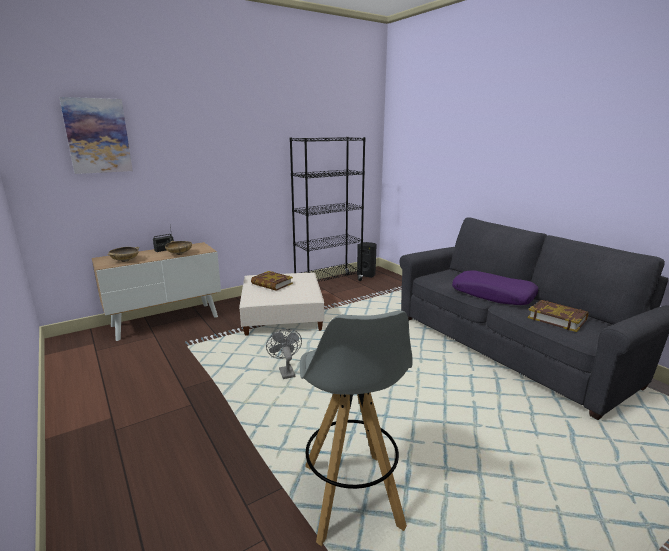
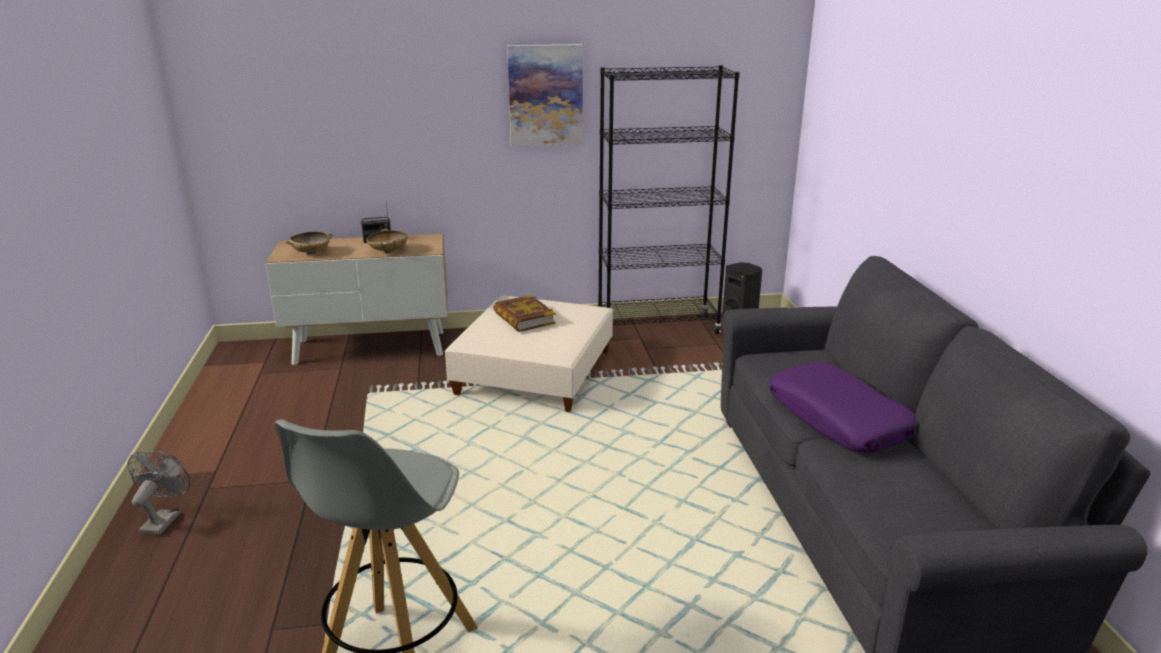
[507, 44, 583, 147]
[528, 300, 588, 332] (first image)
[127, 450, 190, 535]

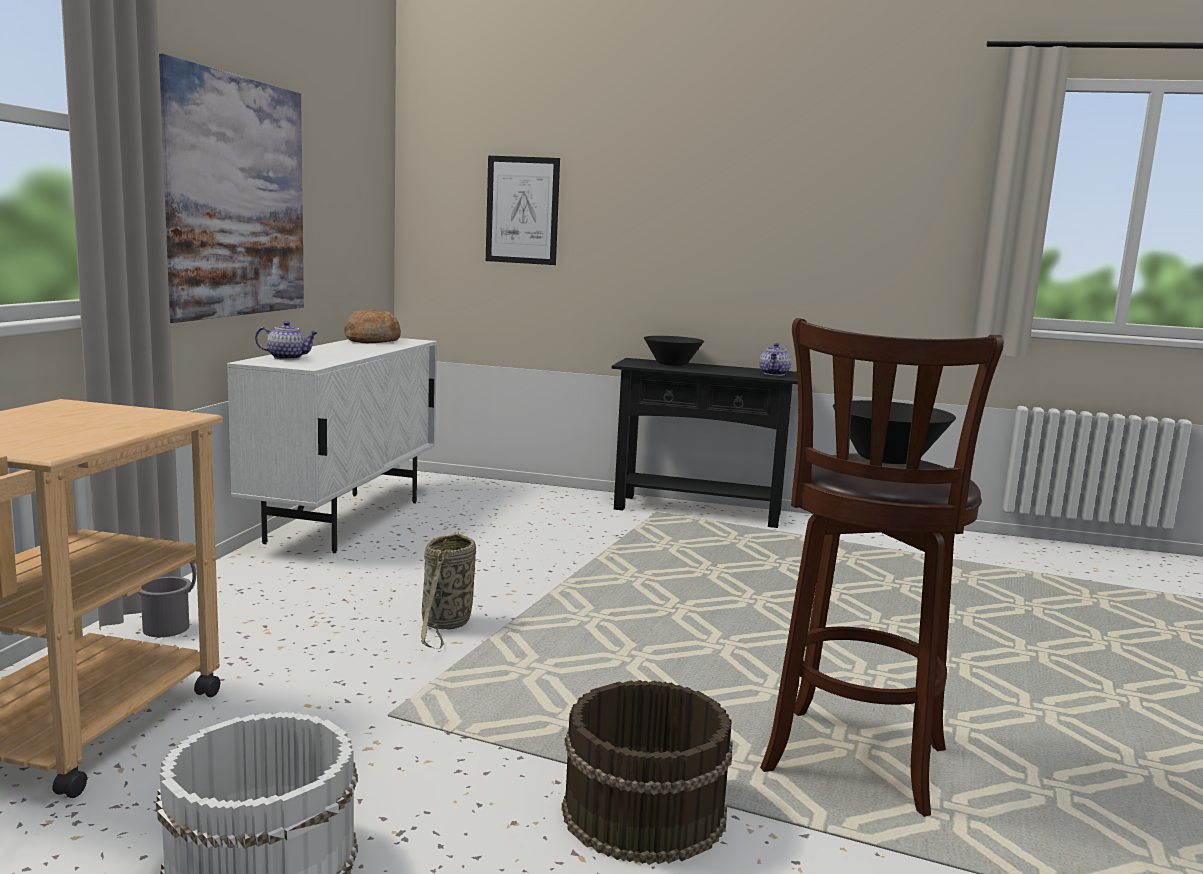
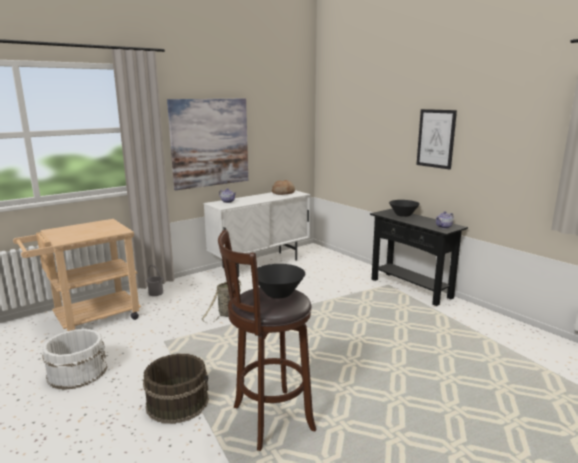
[416, 109, 457, 170]

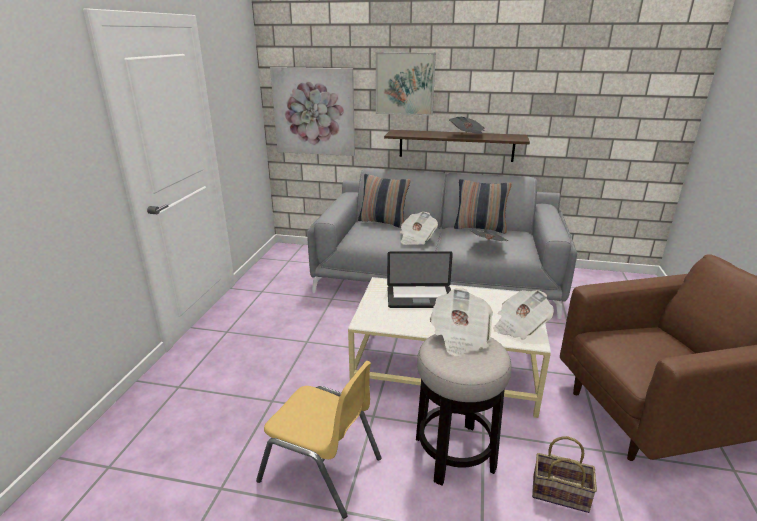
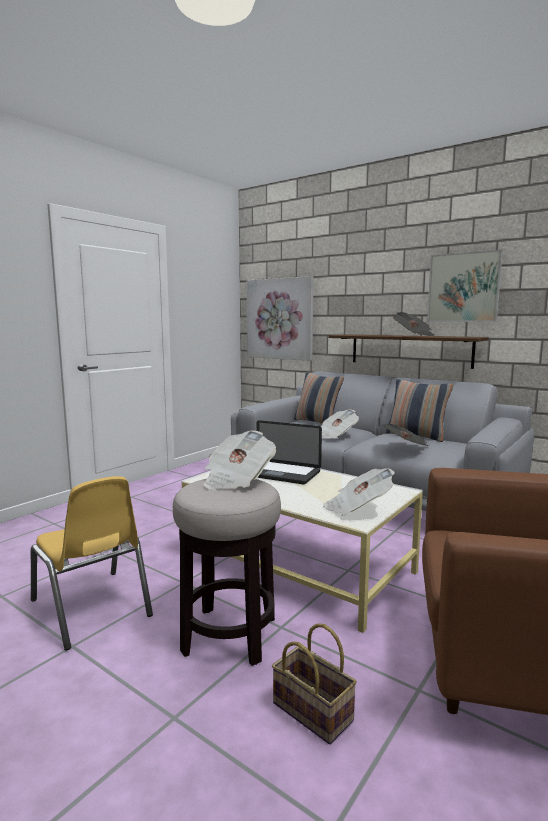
[427, 250, 503, 322]

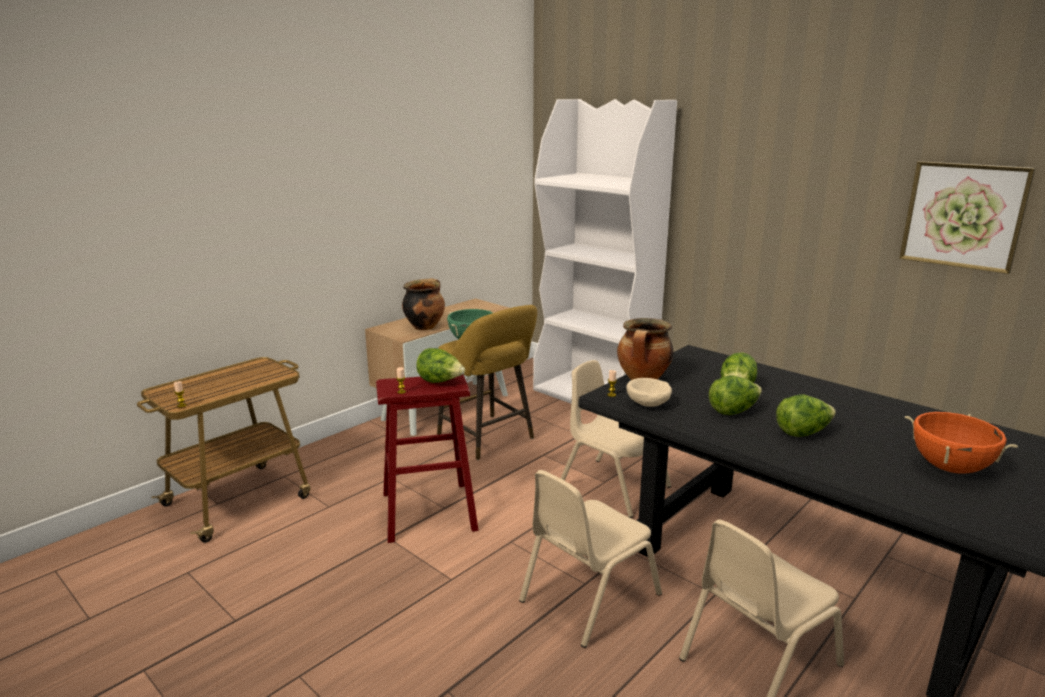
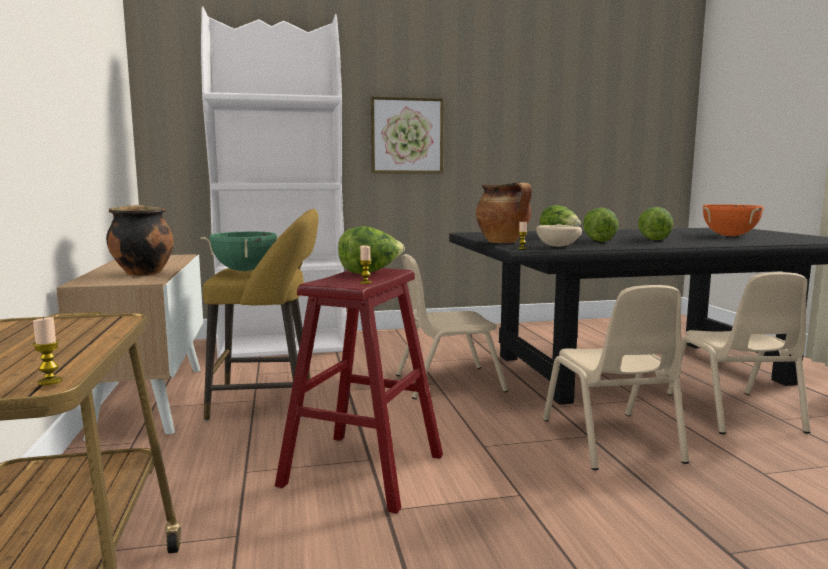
[371, 96, 444, 173]

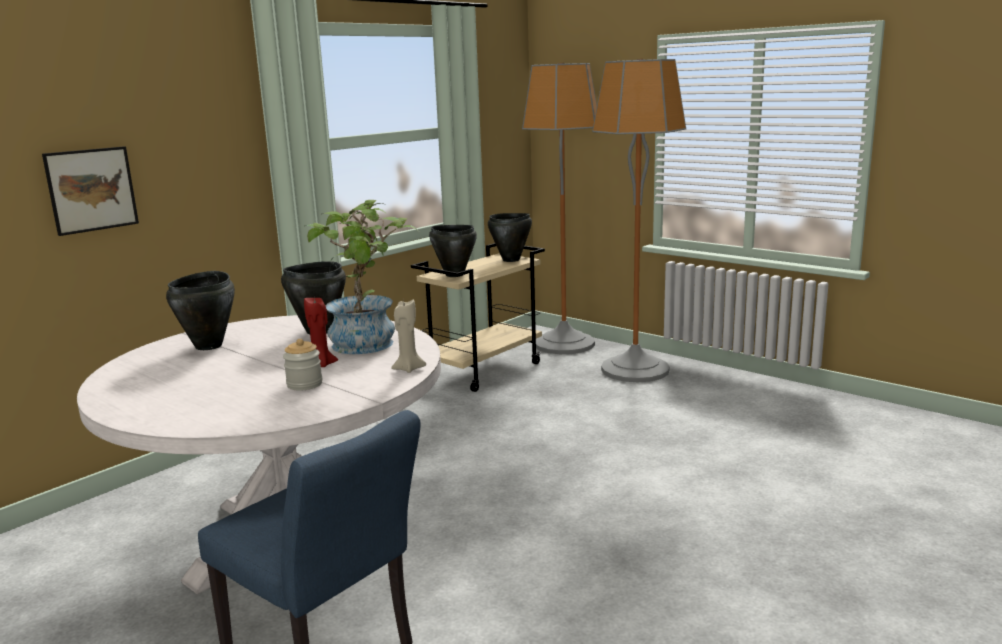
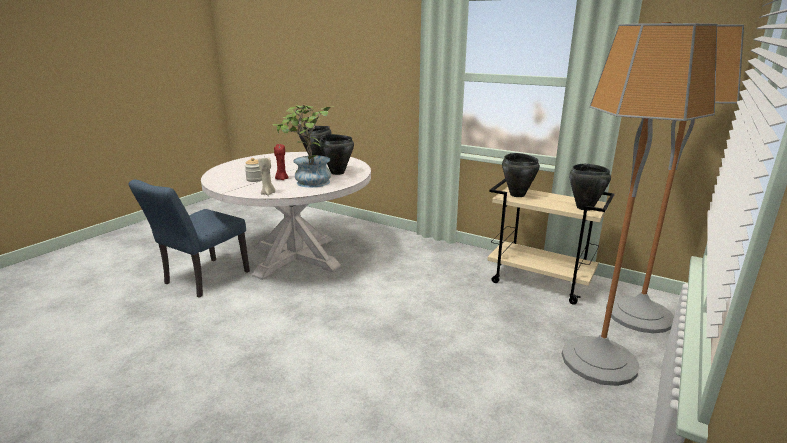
[42, 146, 139, 236] (first image)

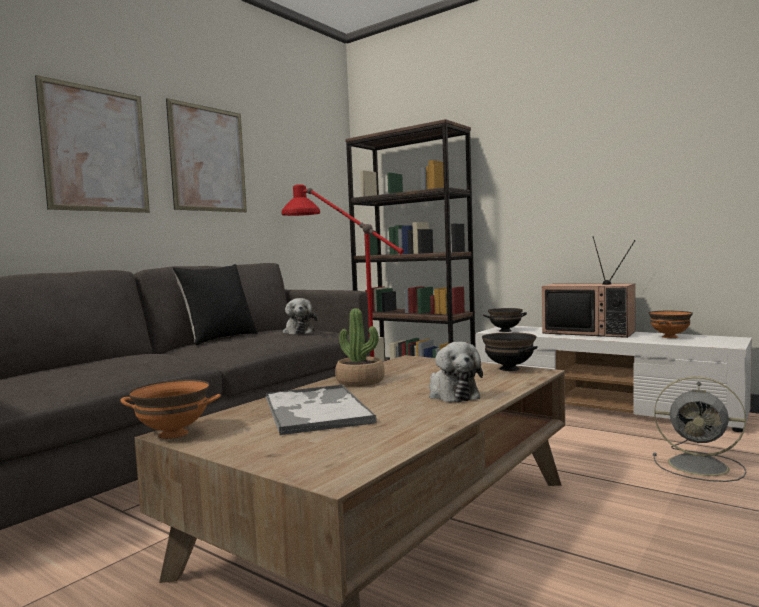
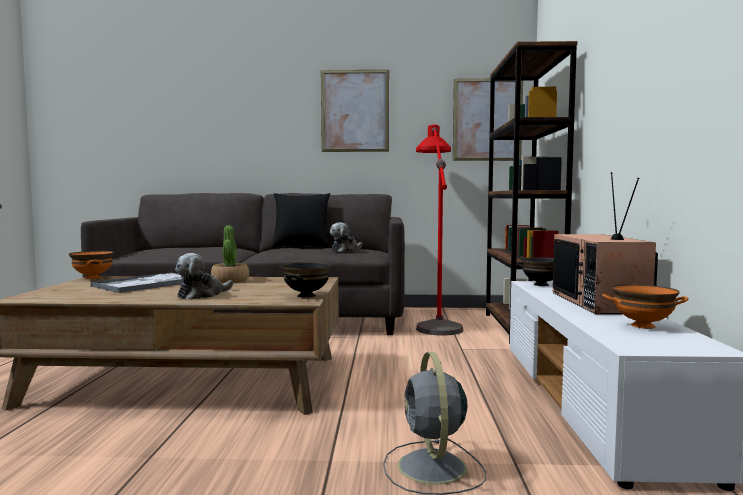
[453, 78, 523, 161]

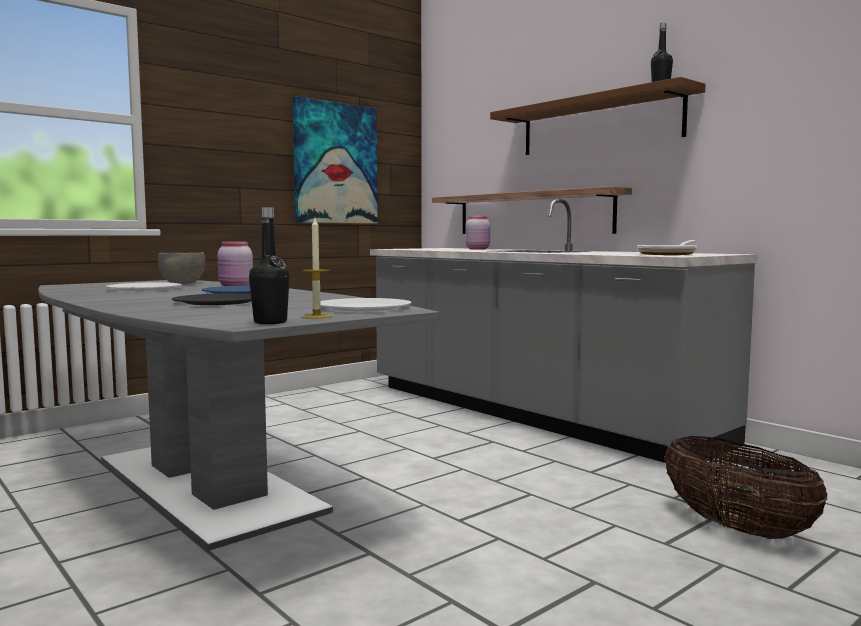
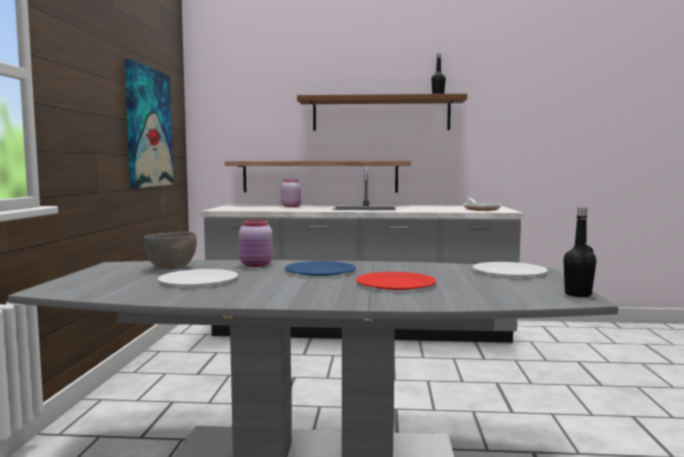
[301, 218, 332, 319] (first image)
[356, 272, 436, 290]
[664, 436, 828, 539] (first image)

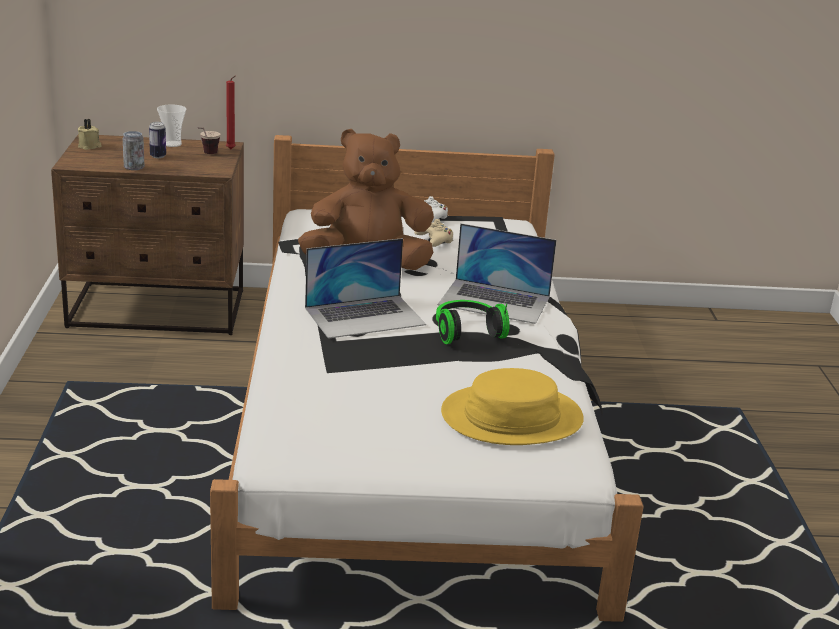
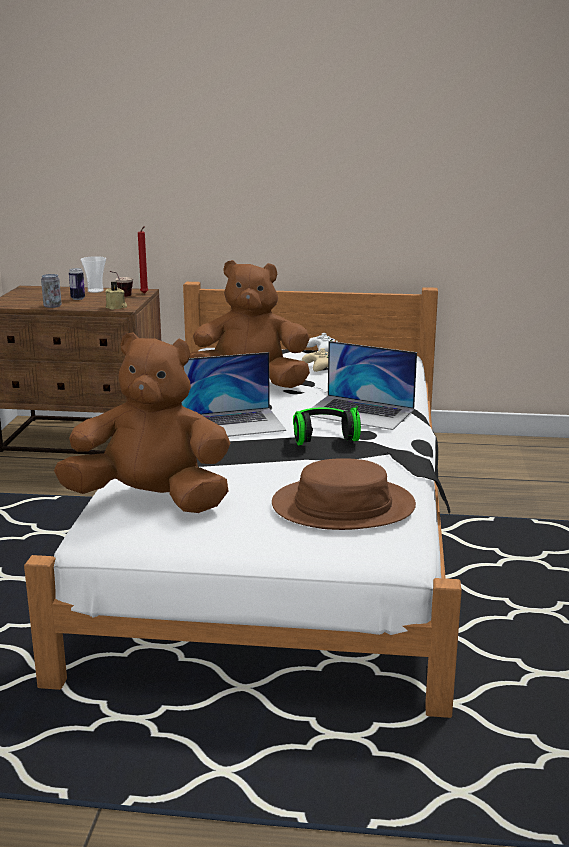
[105, 281, 127, 310]
[272, 458, 416, 530]
[54, 333, 230, 513]

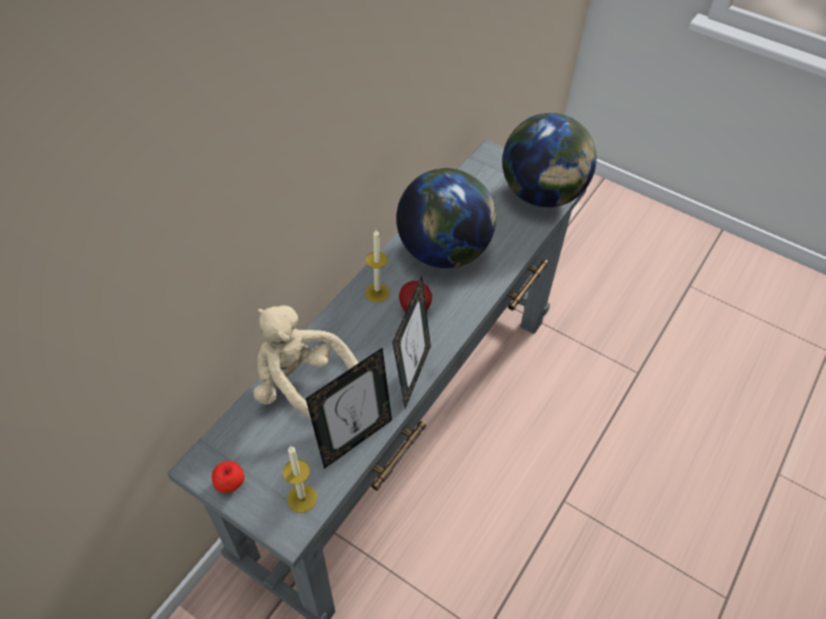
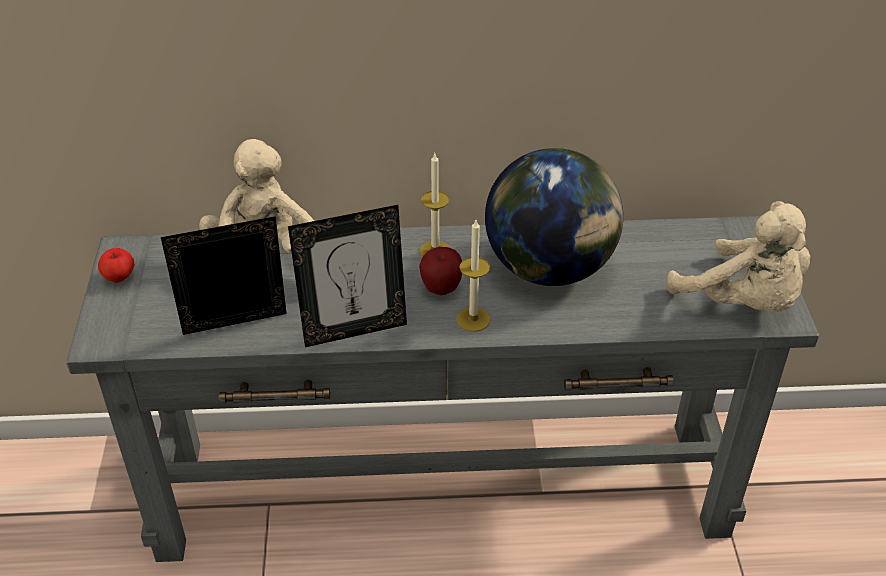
[666, 201, 810, 312]
[161, 216, 287, 335]
[456, 220, 491, 332]

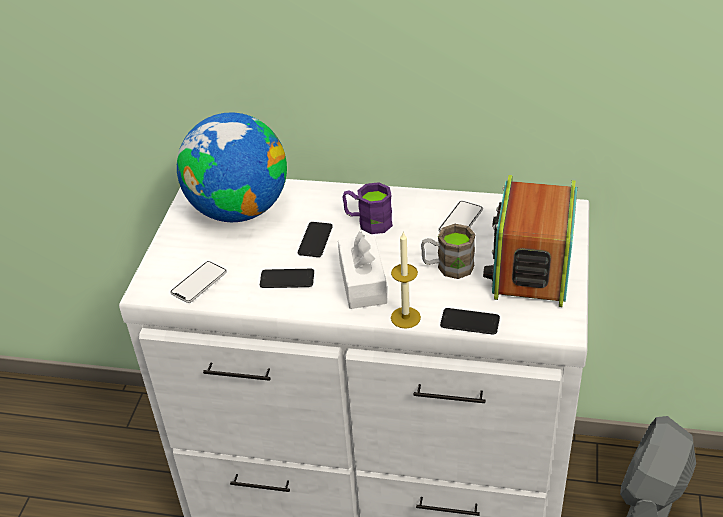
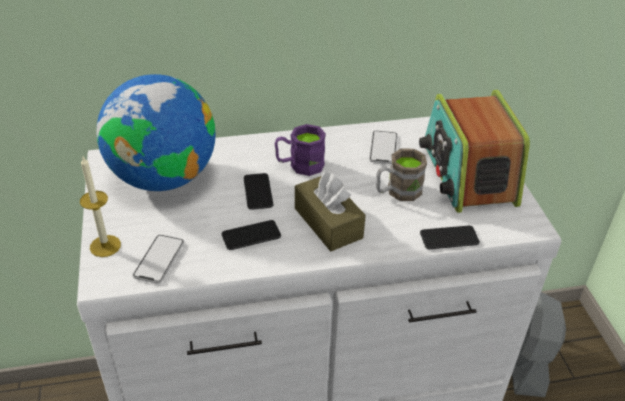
[80, 157, 121, 257]
[295, 172, 366, 251]

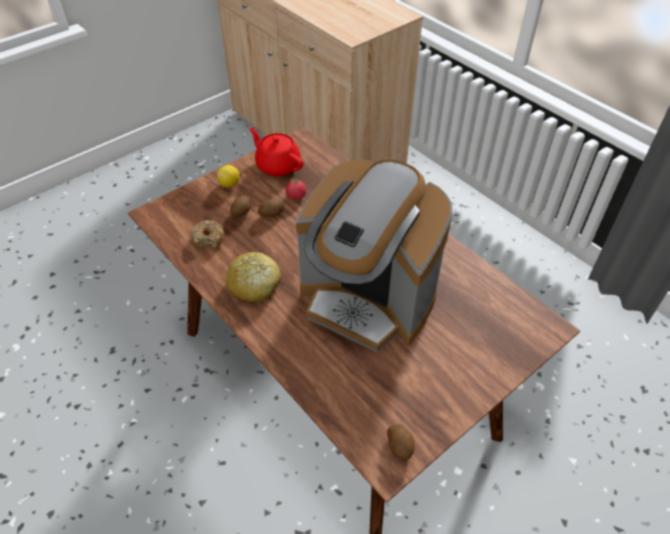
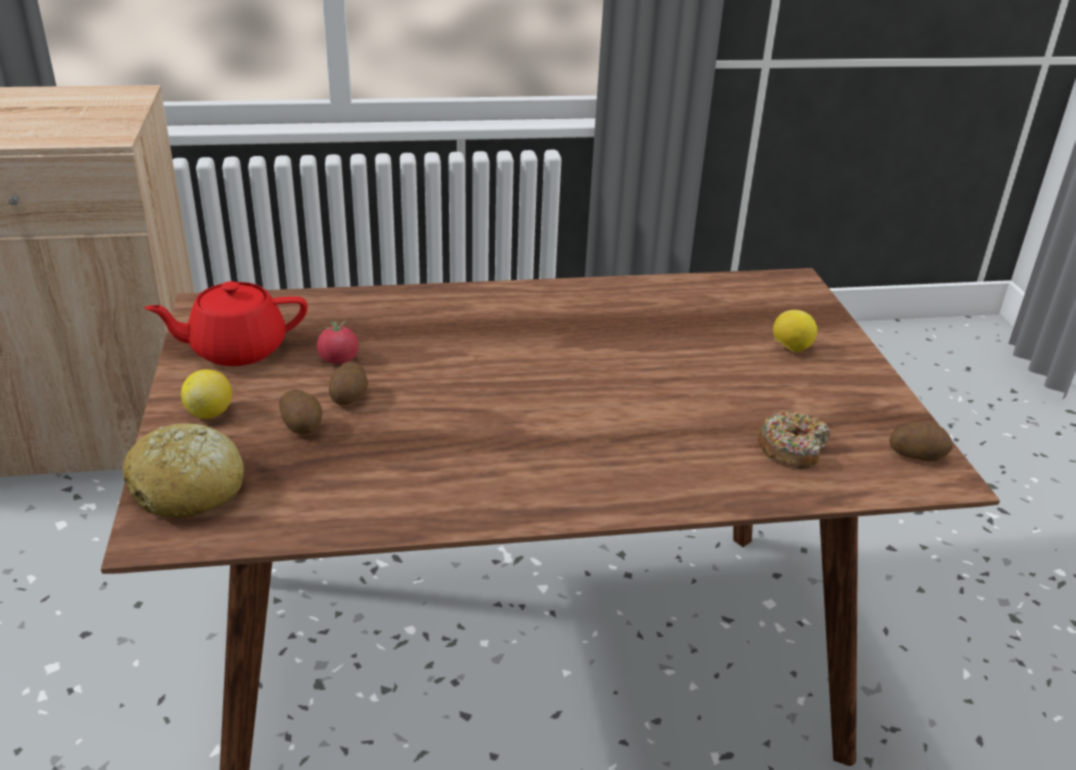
[296, 159, 453, 353] (first image)
[757, 411, 831, 469]
[123, 423, 244, 518]
[773, 310, 817, 352]

